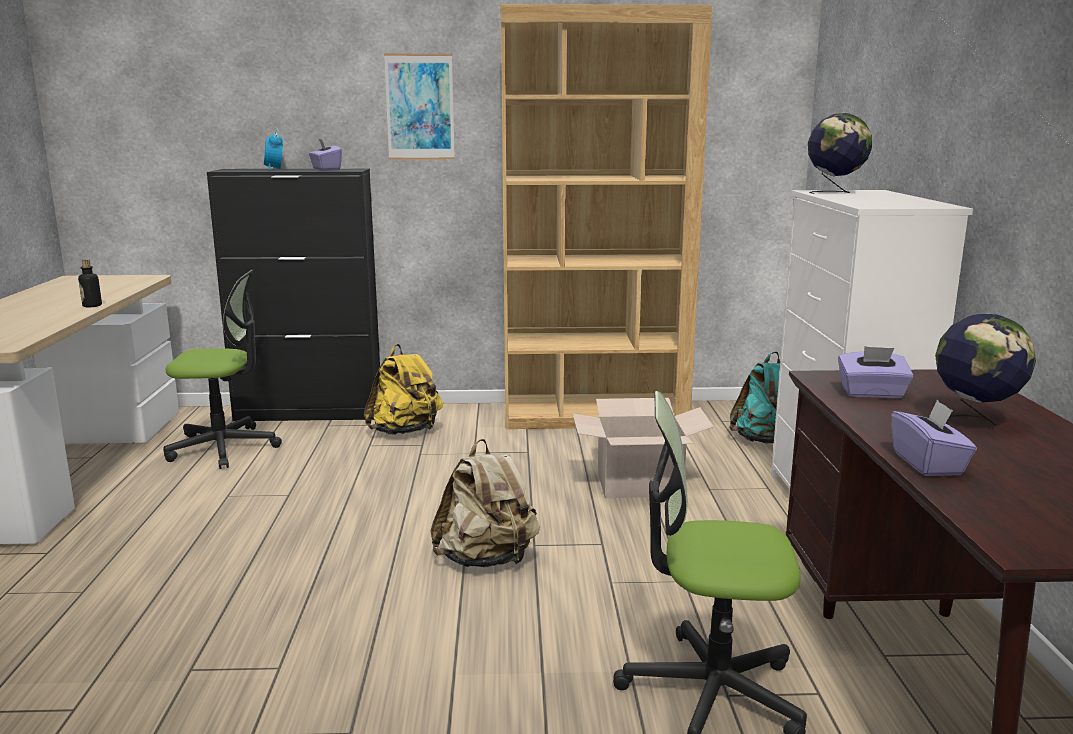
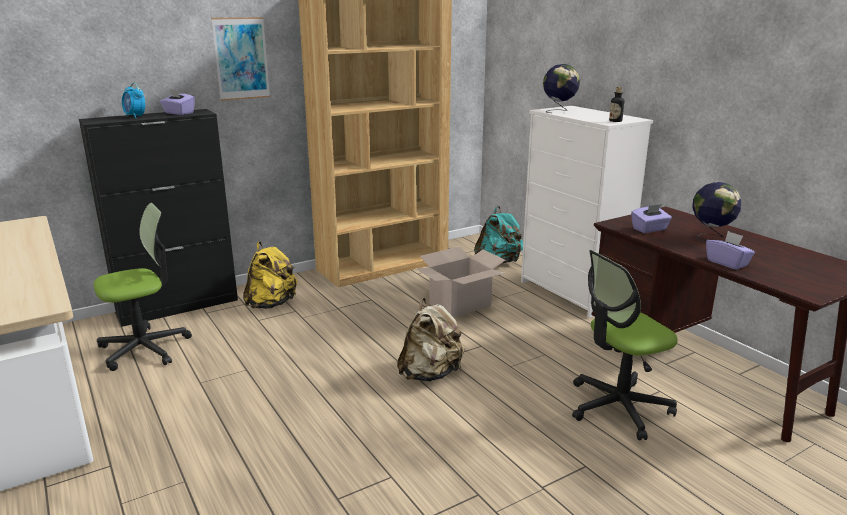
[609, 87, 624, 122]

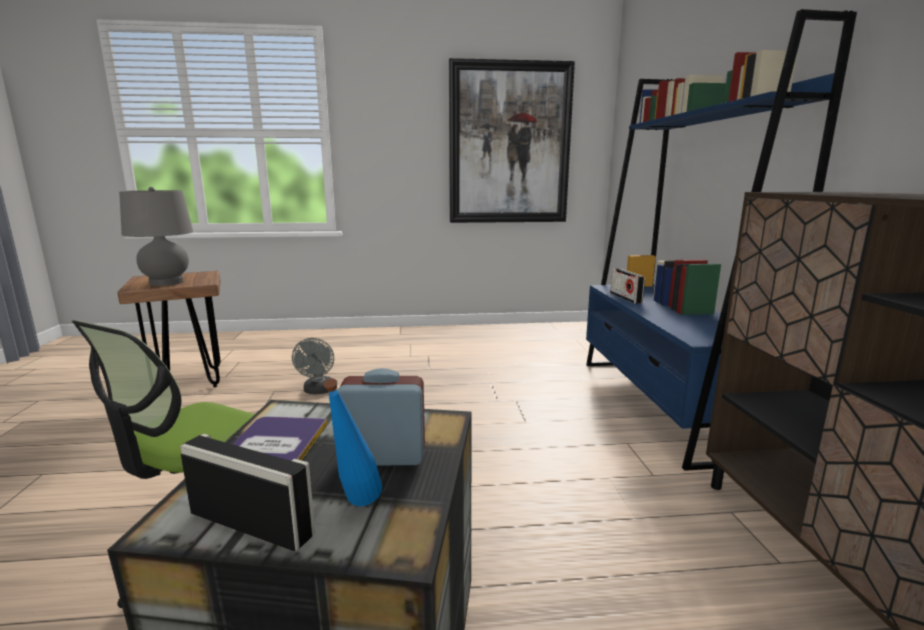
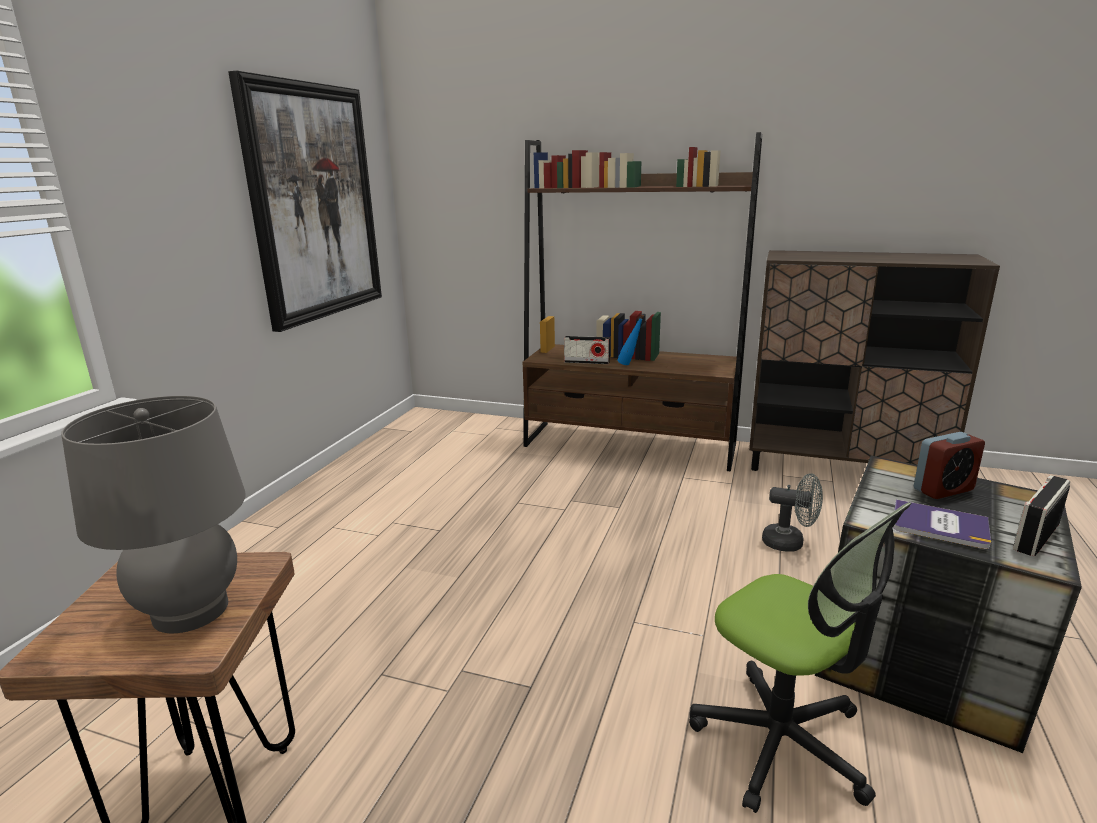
[523, 132, 763, 472]
[762, 473, 823, 552]
[914, 432, 985, 499]
[617, 314, 644, 365]

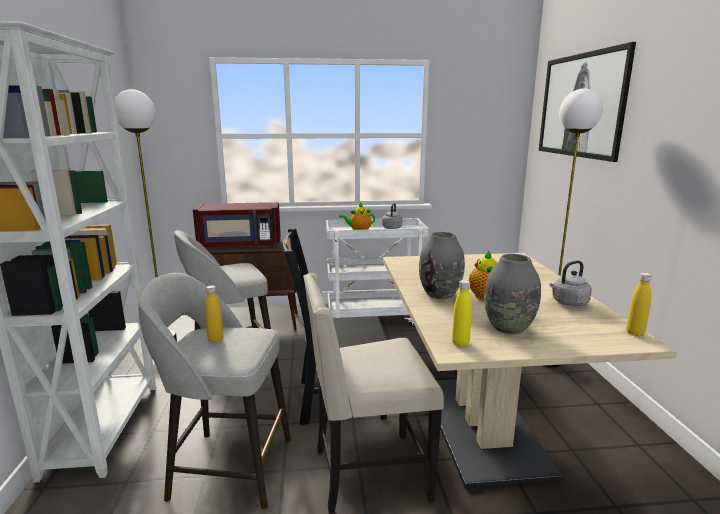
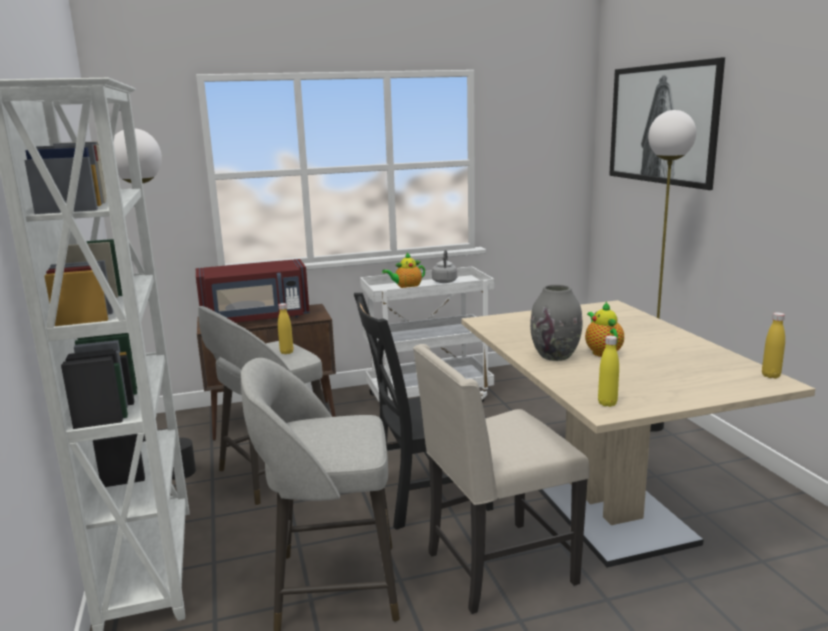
[484, 254, 541, 334] (first image)
[550, 261, 592, 306] (first image)
[278, 303, 293, 354]

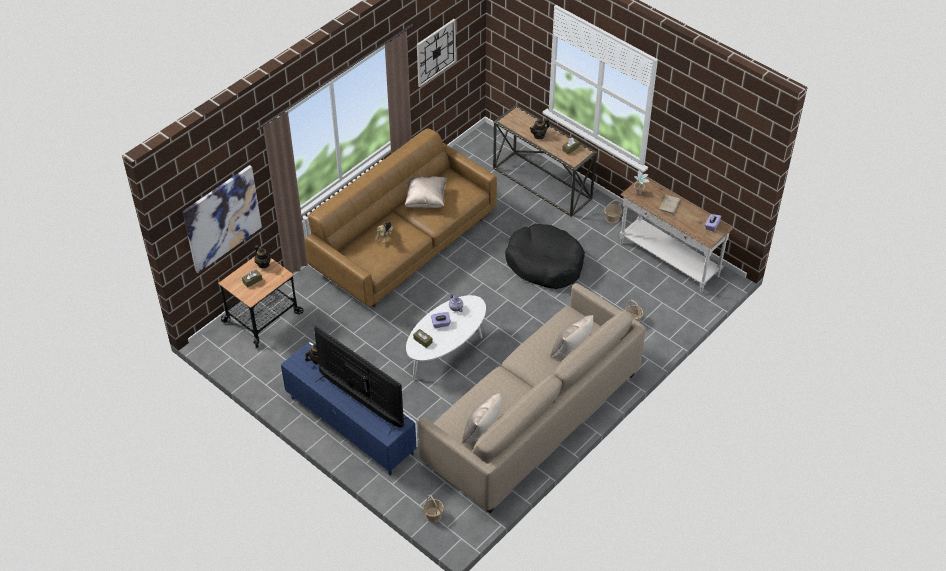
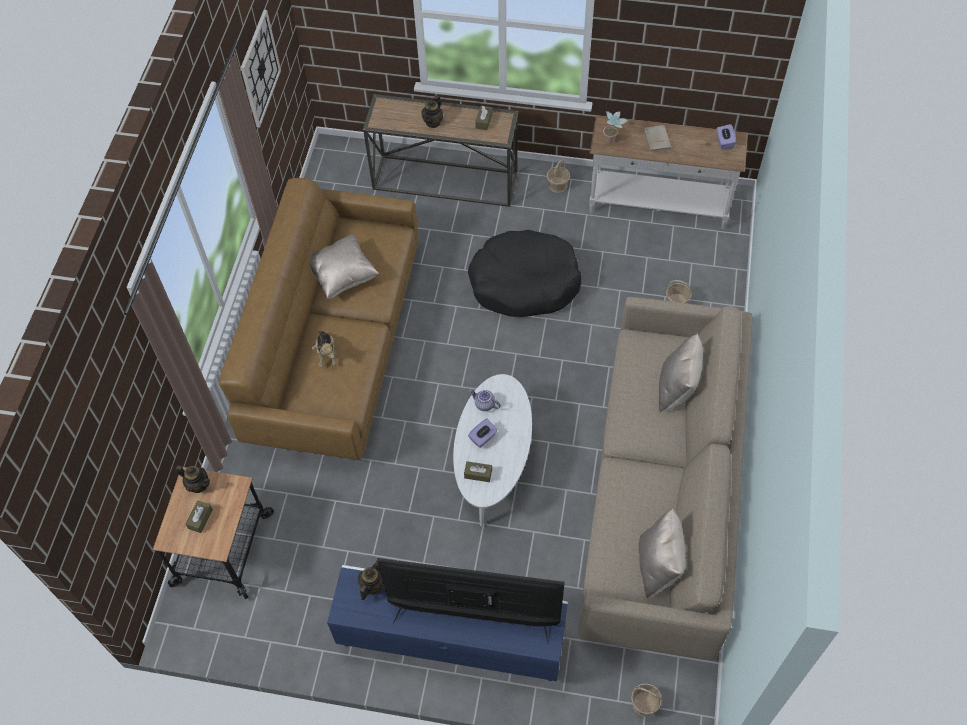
[182, 165, 262, 273] (first image)

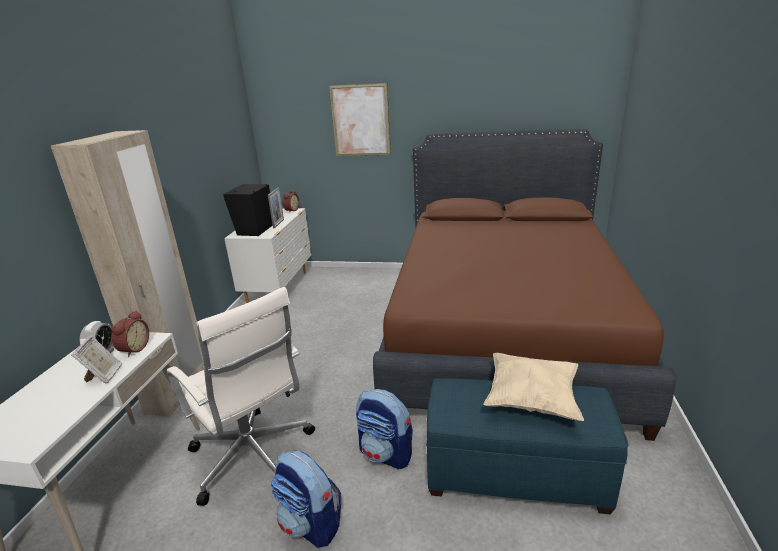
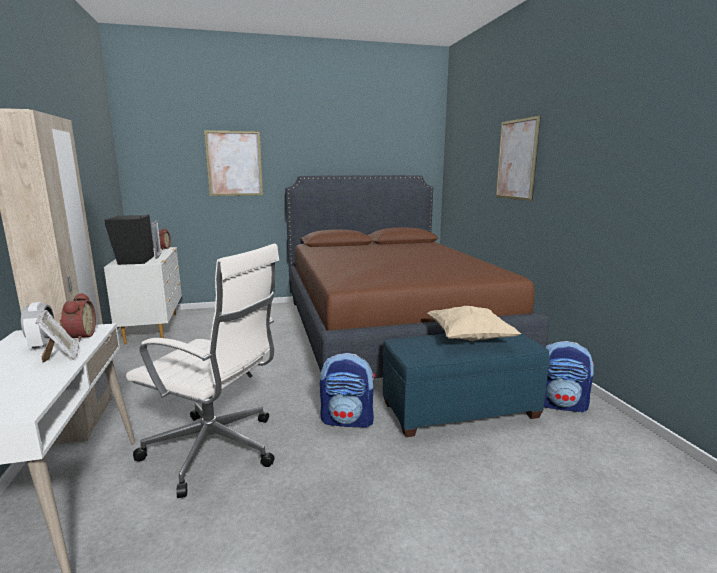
[544, 341, 594, 413]
[496, 115, 541, 201]

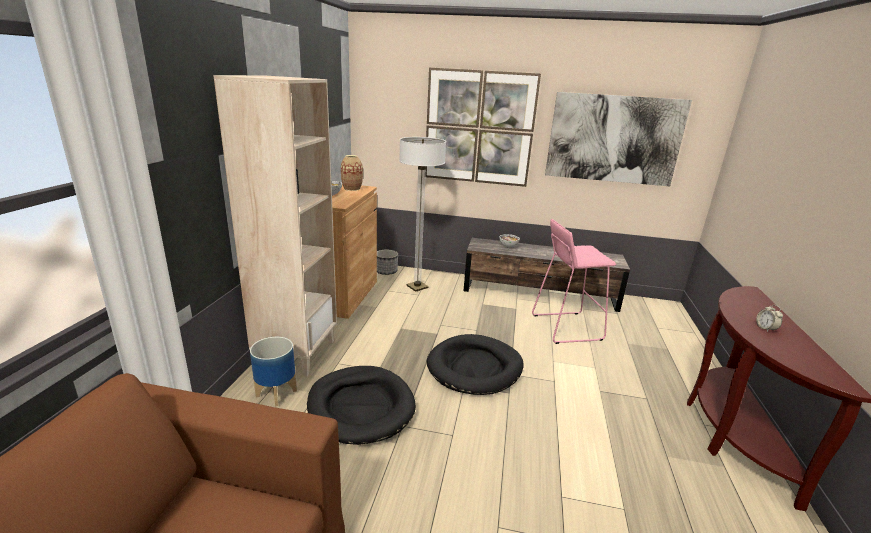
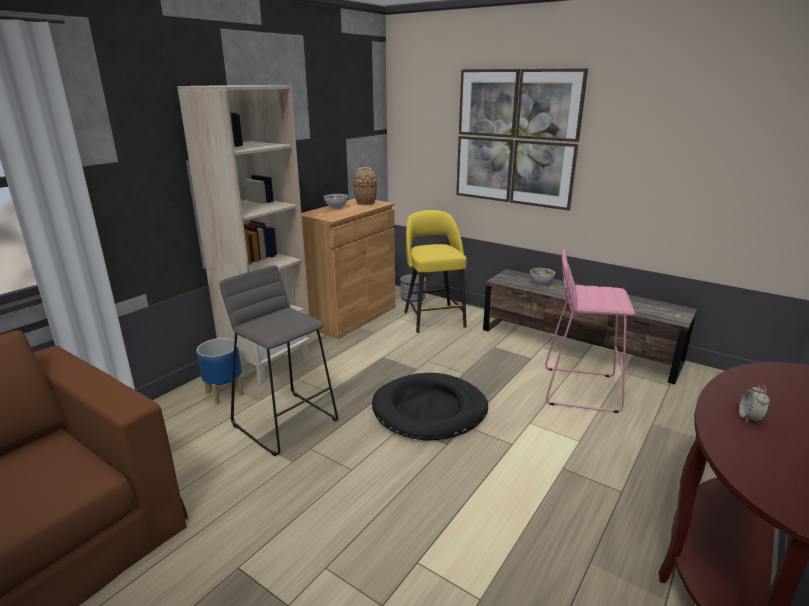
[545, 92, 692, 186] (first image)
[404, 210, 467, 333]
[220, 265, 338, 456]

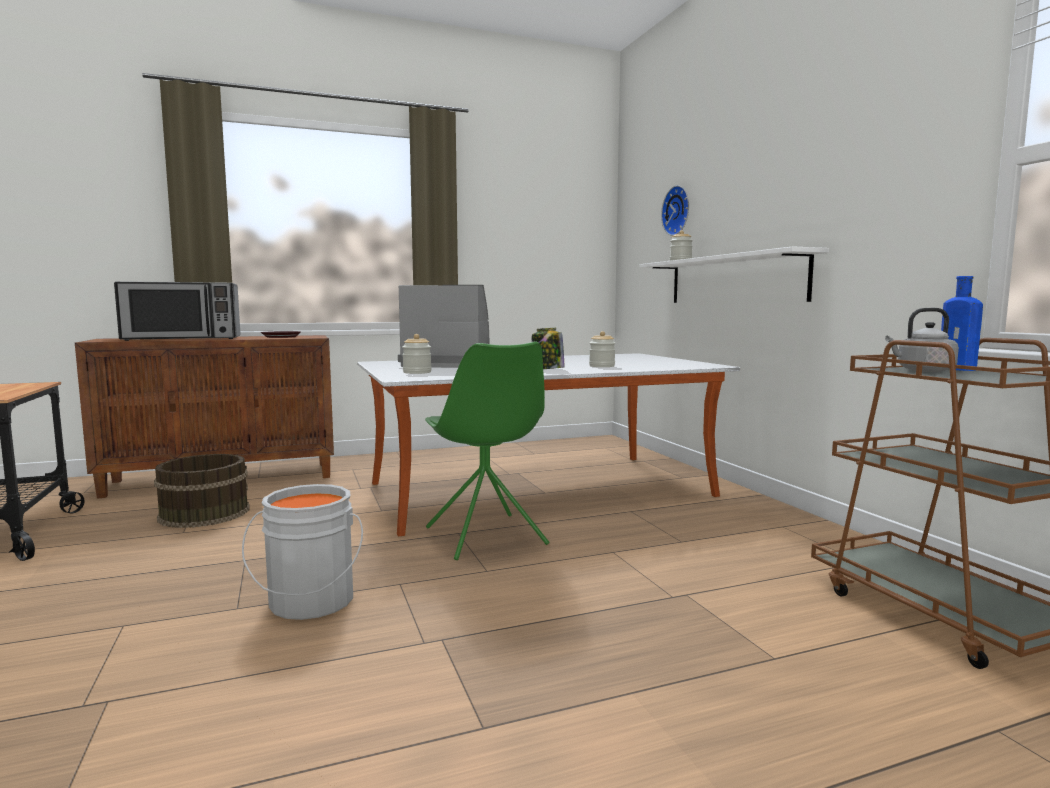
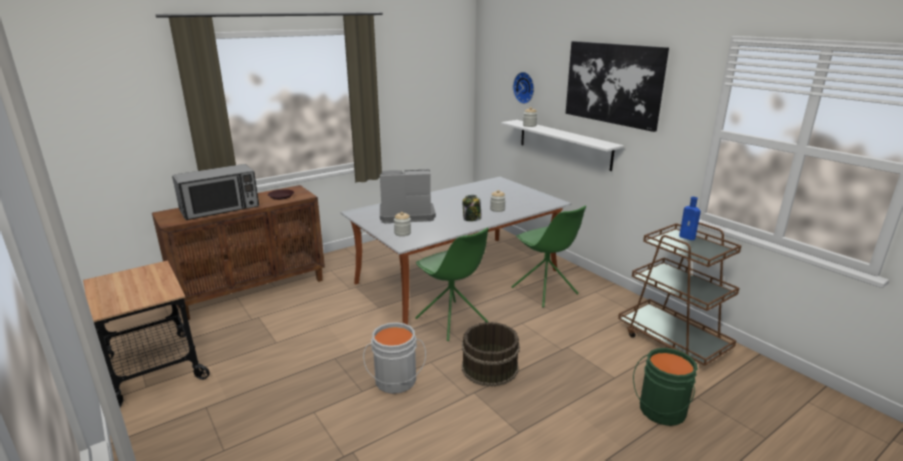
[885, 308, 959, 372] (first image)
[462, 322, 520, 387]
[566, 41, 669, 132]
[511, 206, 586, 308]
[633, 348, 698, 426]

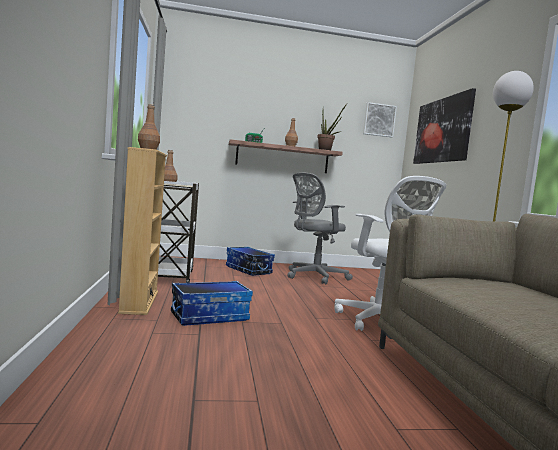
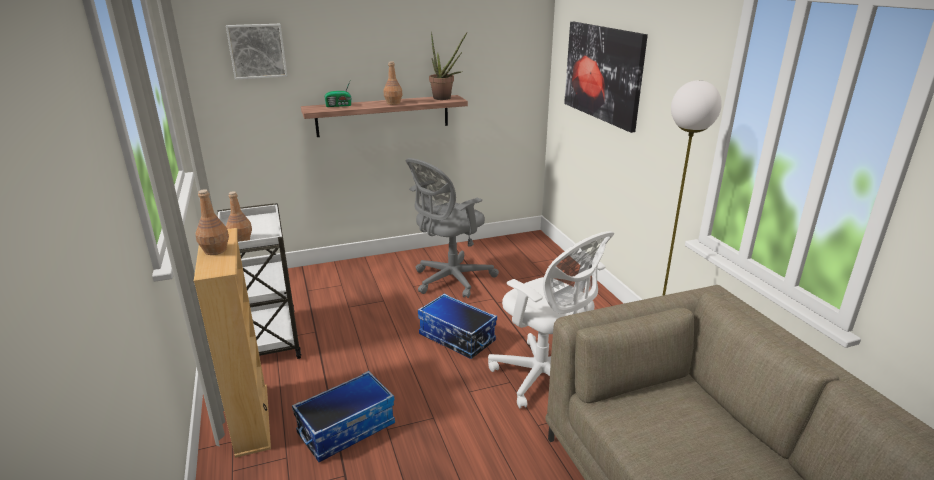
[226, 24, 287, 80]
[418, 294, 497, 359]

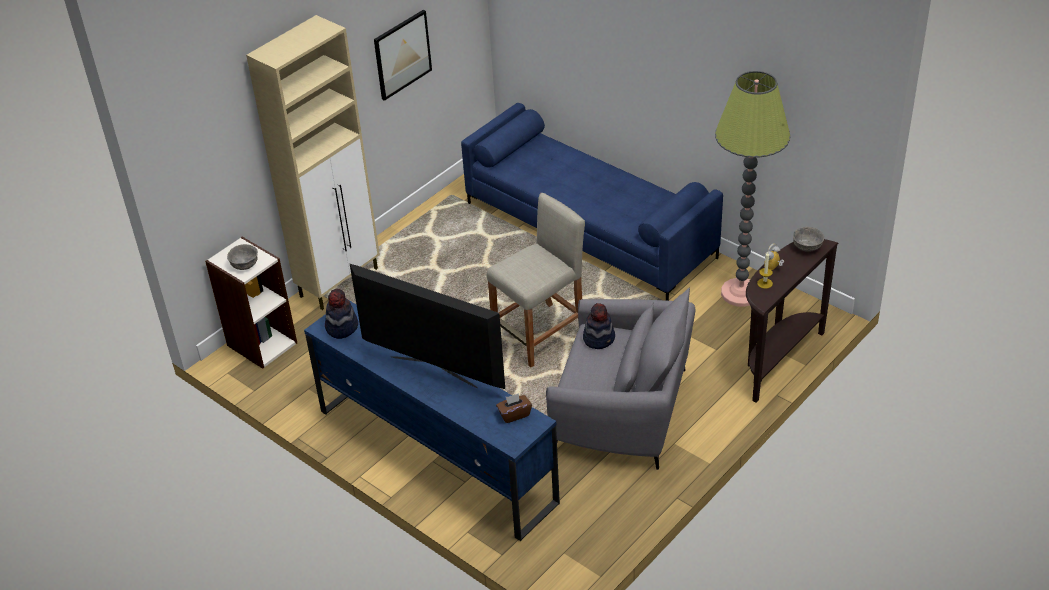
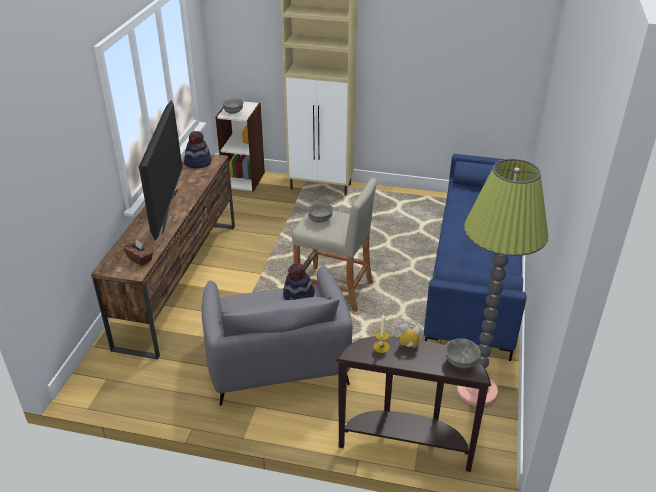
[374, 10, 432, 101] (first image)
[91, 154, 235, 360]
[307, 203, 334, 223]

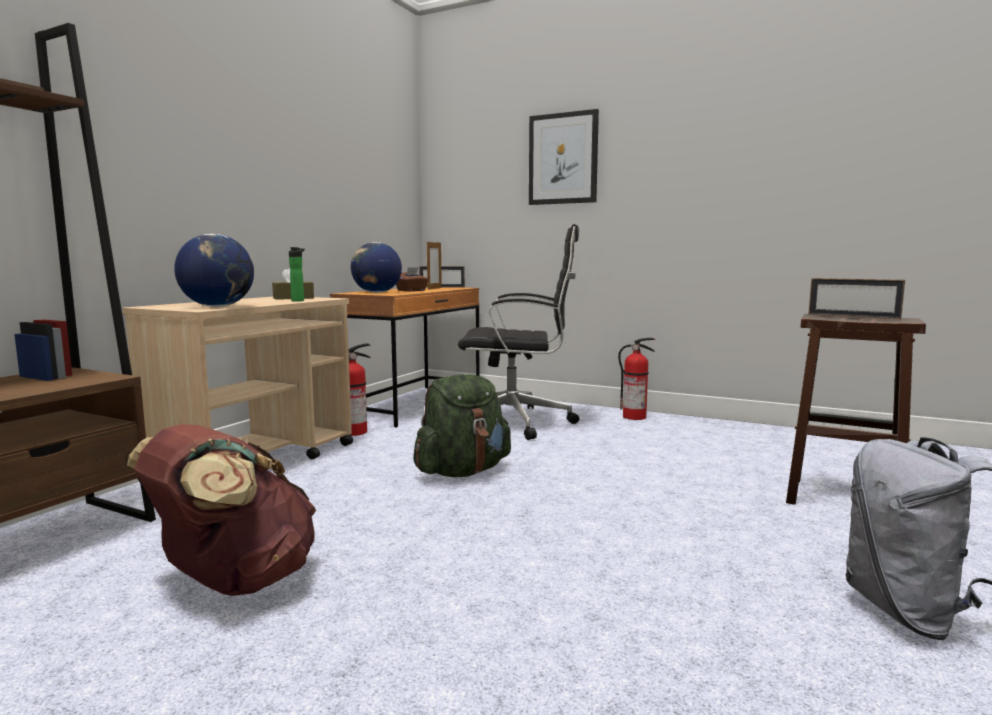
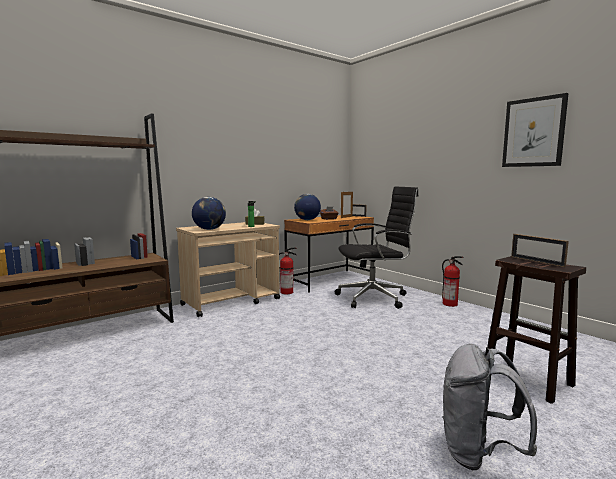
[502, 93, 569, 167]
[335, 187, 418, 309]
[413, 374, 511, 477] (first image)
[127, 424, 316, 596] (first image)

